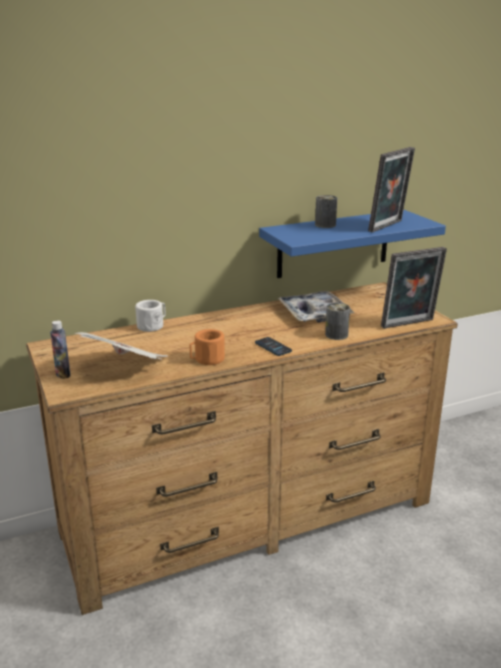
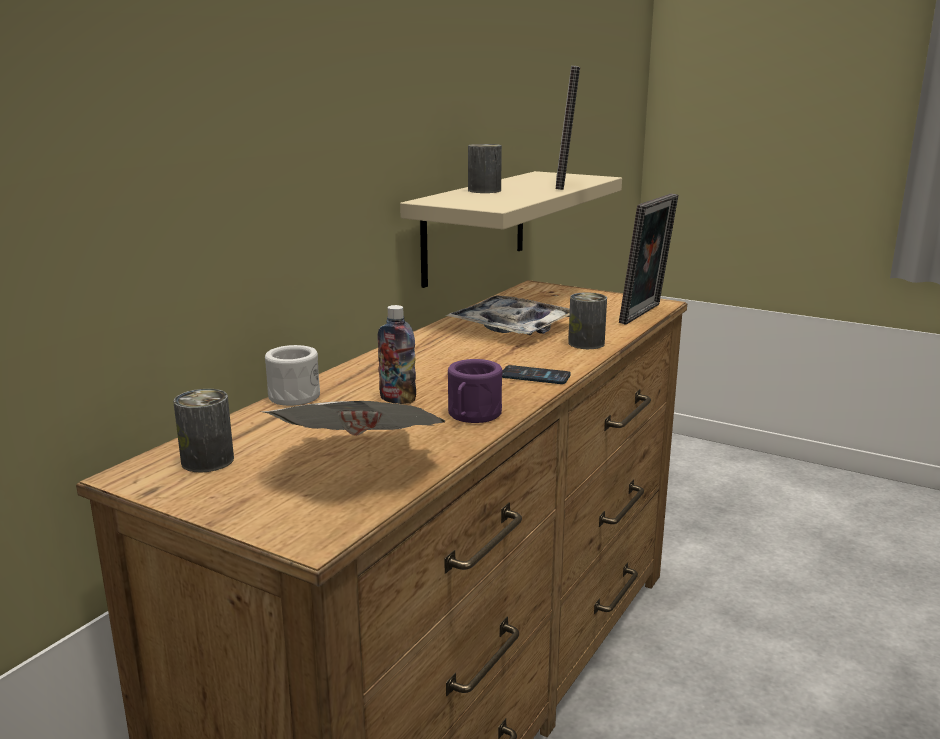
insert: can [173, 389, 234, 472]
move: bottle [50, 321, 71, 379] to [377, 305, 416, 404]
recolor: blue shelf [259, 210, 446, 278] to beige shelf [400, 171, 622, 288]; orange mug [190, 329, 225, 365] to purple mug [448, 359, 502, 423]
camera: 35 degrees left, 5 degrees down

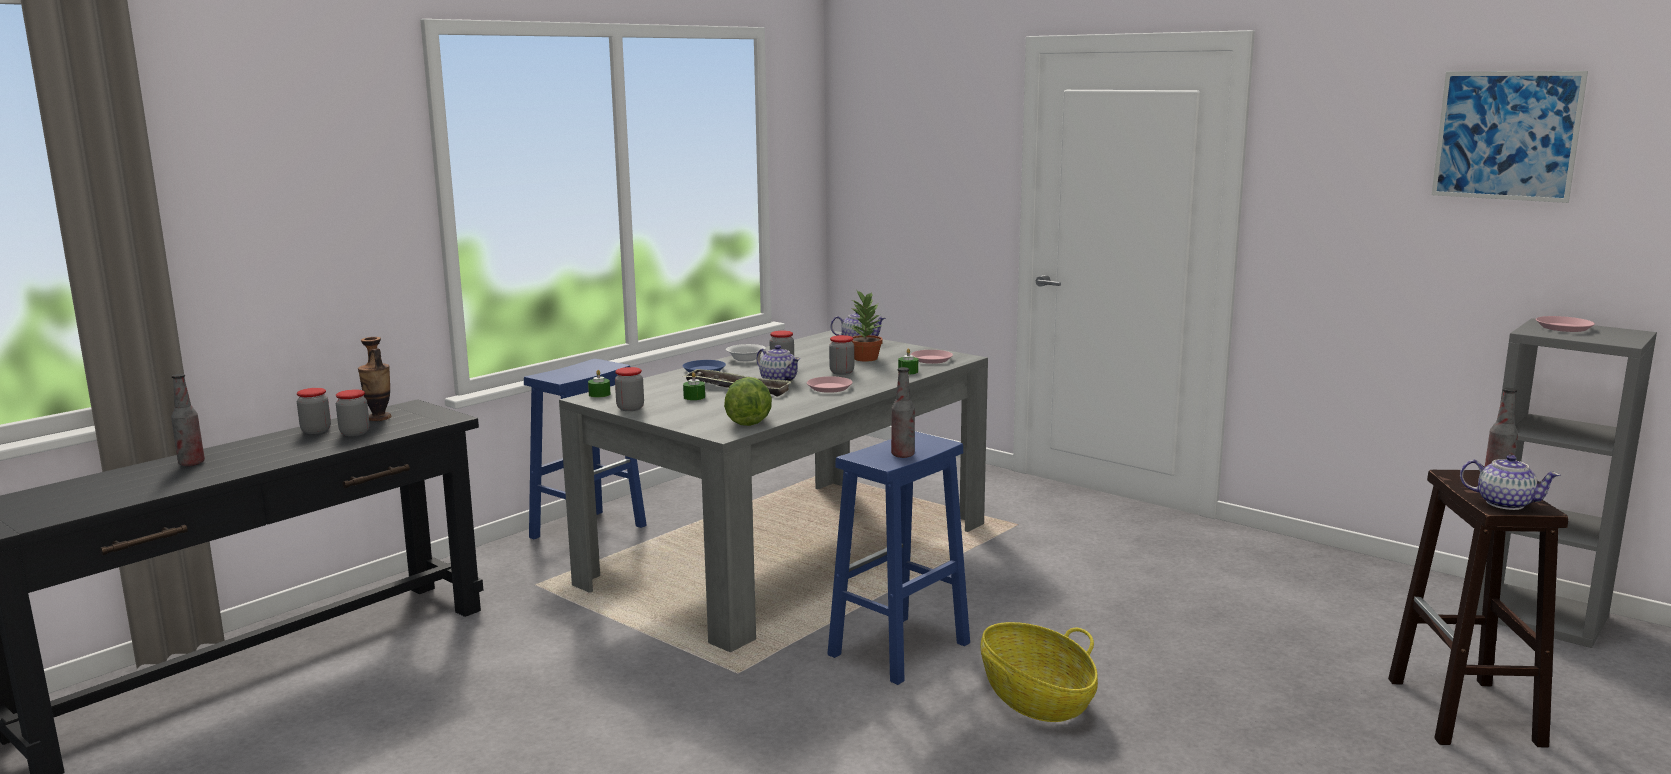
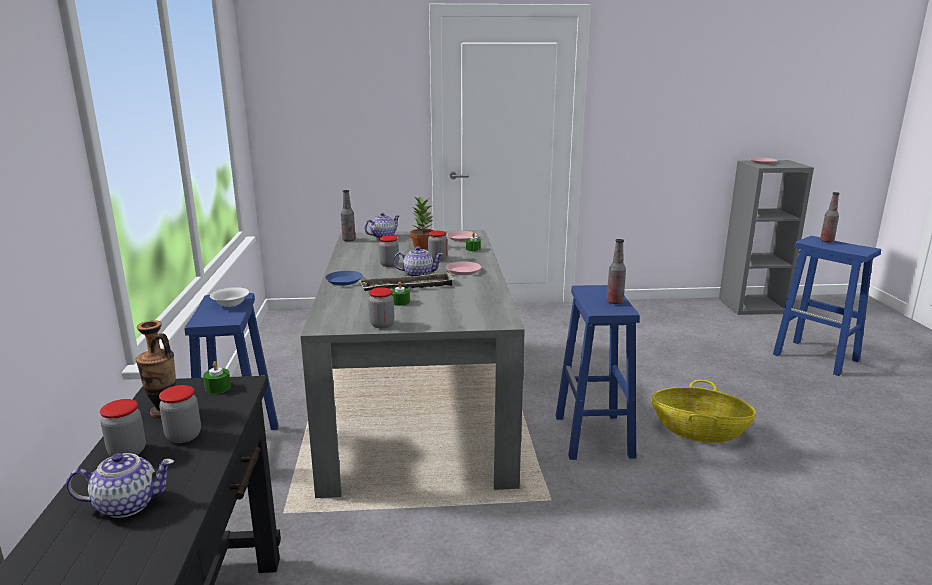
delete: picture [1432, 71, 1588, 203]; lettuce [724, 377, 772, 426]
move: white bowl [726, 344, 766, 362] to [210, 287, 249, 307]; green candle [588, 370, 611, 398] to [203, 361, 231, 394]; bottle [171, 374, 205, 466] to [341, 190, 355, 242]; teapot [1460, 455, 1561, 510] to [66, 453, 174, 518]
recolor: brown stool [1388, 470, 1568, 748] to blue stool [773, 236, 881, 376]
camera: 45 degrees left, 5 degrees up

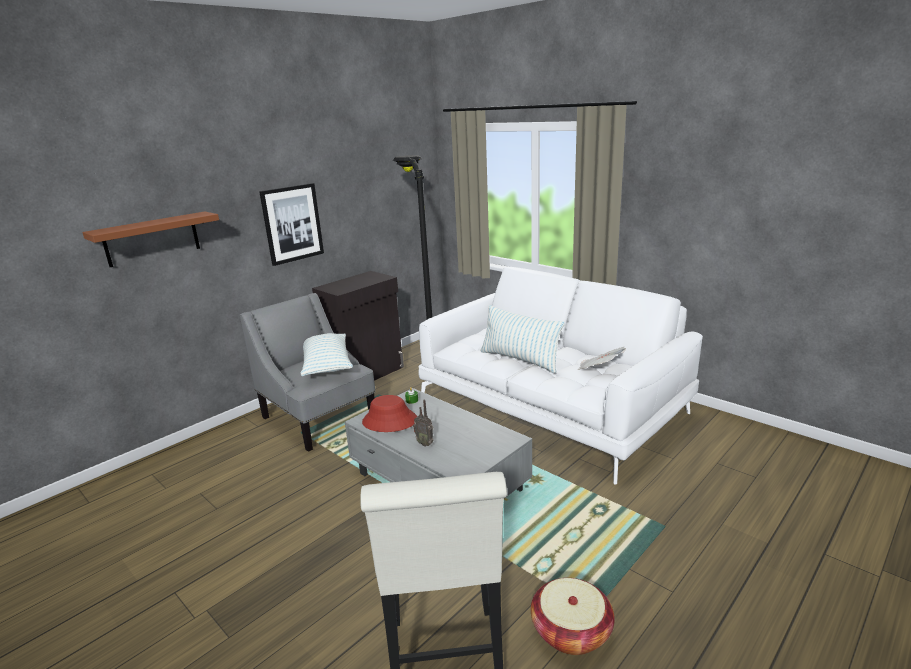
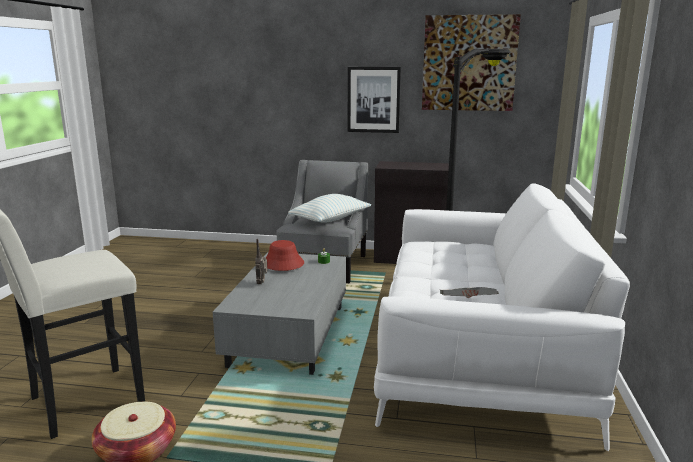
delete: brown shelf [82, 211, 219, 267]; pillow [480, 305, 565, 373]
insert: picture [422, 14, 521, 111]
camera: 55 degrees right, 5 degrees down

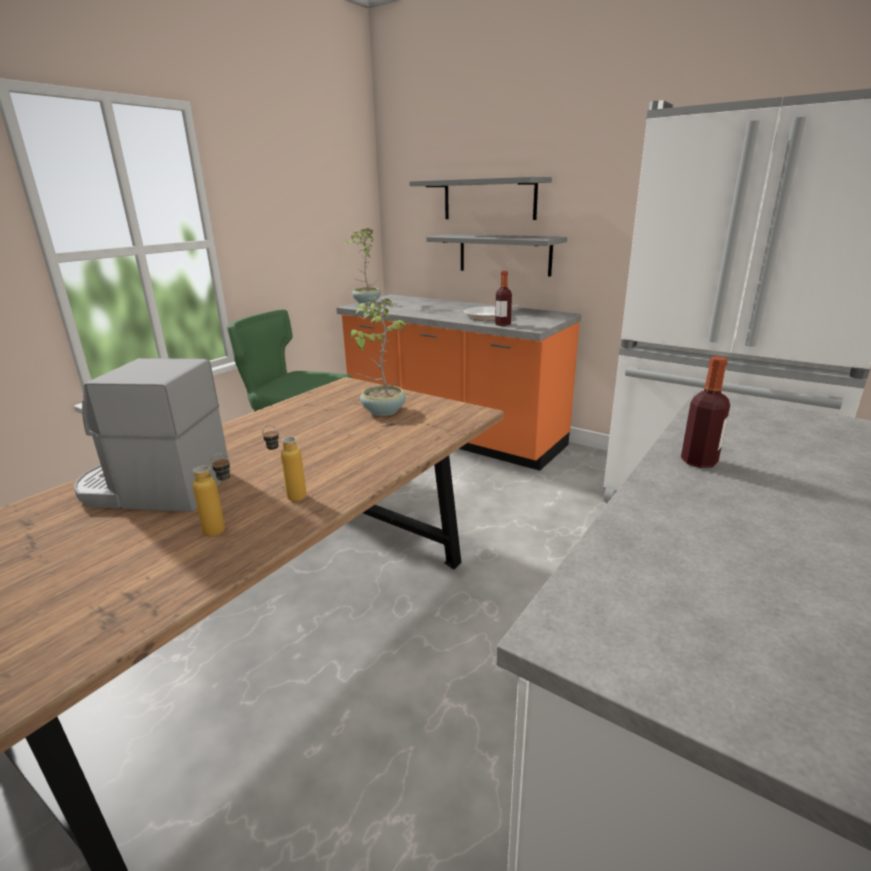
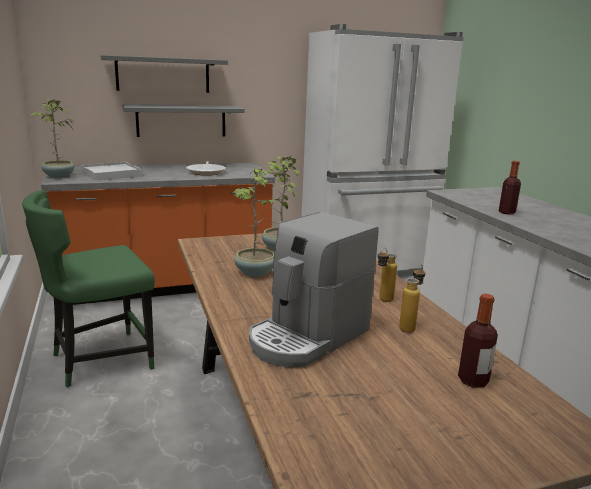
insert: white tray [81, 162, 142, 180]; potted plant [232, 167, 290, 277]
move: bottle [495, 271, 512, 326] to [458, 294, 498, 388]
camera: 55 degrees left, 5 degrees down

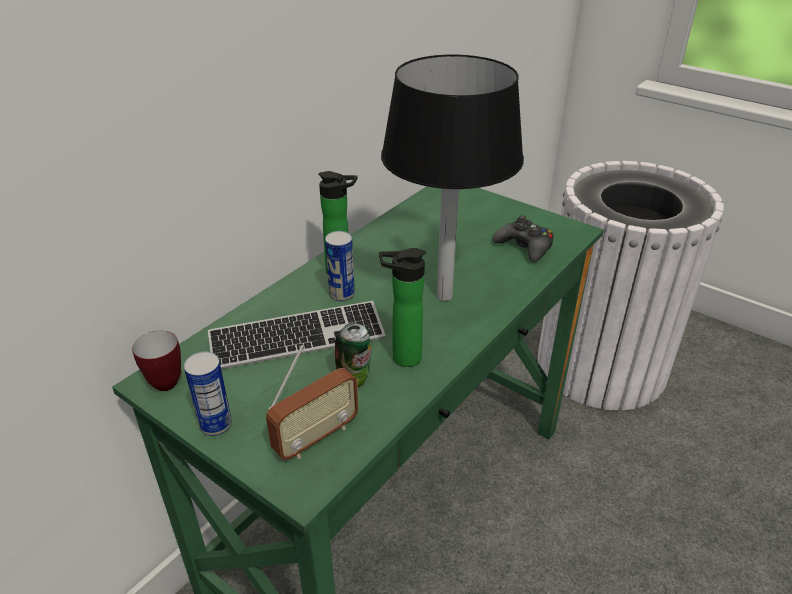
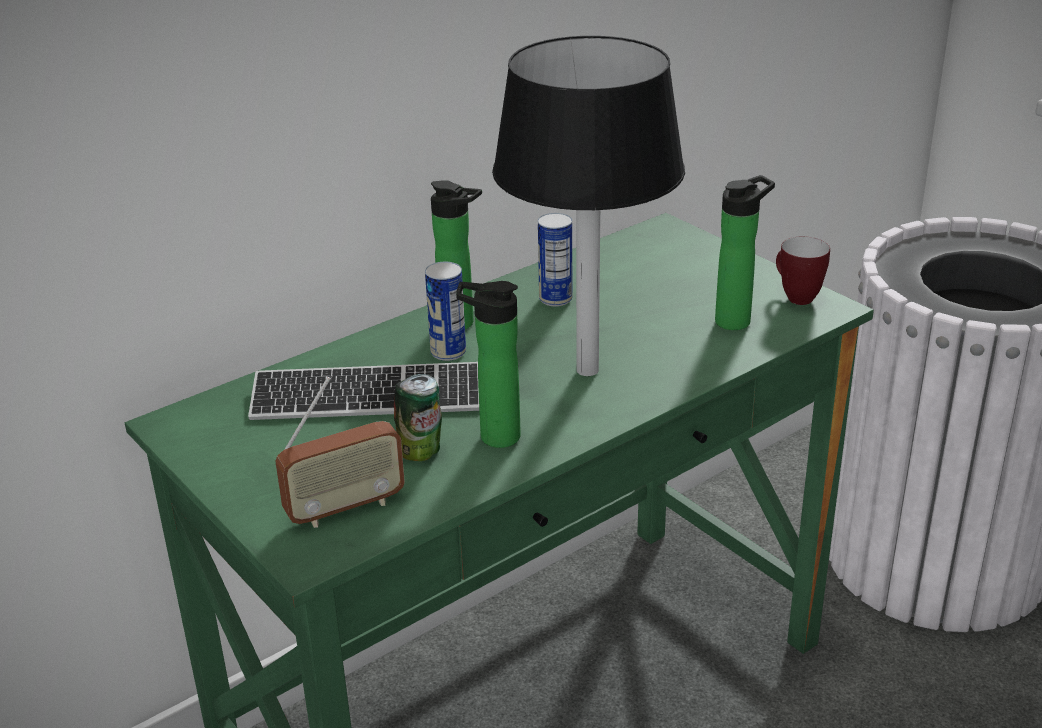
move: mug [132, 331, 181, 391] to [776, 237, 830, 305]; can [184, 352, 232, 436] to [538, 213, 572, 306]
replace: black game controller [492, 215, 553, 262] to bottle [715, 175, 775, 330]
camera: 15 degrees right, 5 degrees down

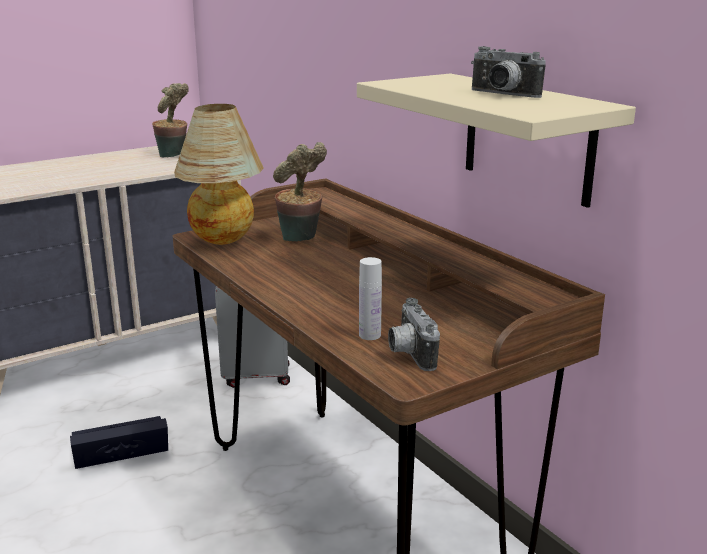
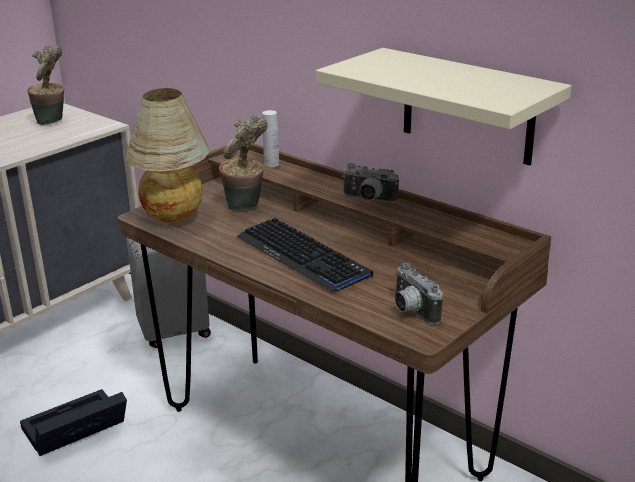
insert: keyboard [237, 218, 373, 292]
move: photo camera [471, 46, 546, 98] to [342, 163, 399, 203]; white bottle [359, 257, 382, 340] to [262, 110, 279, 167]
camera: 15 degrees left, 5 degrees up

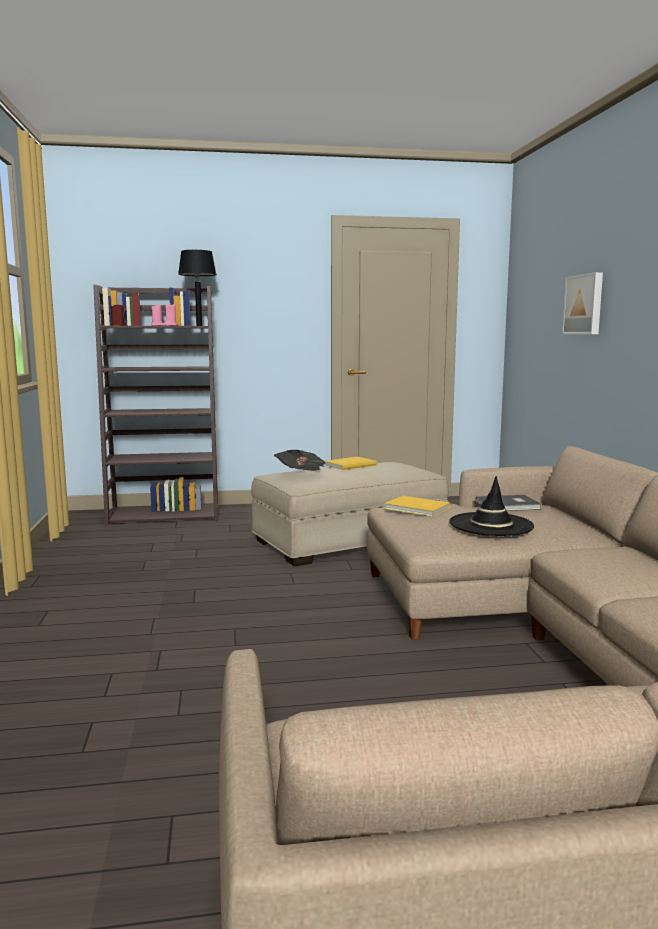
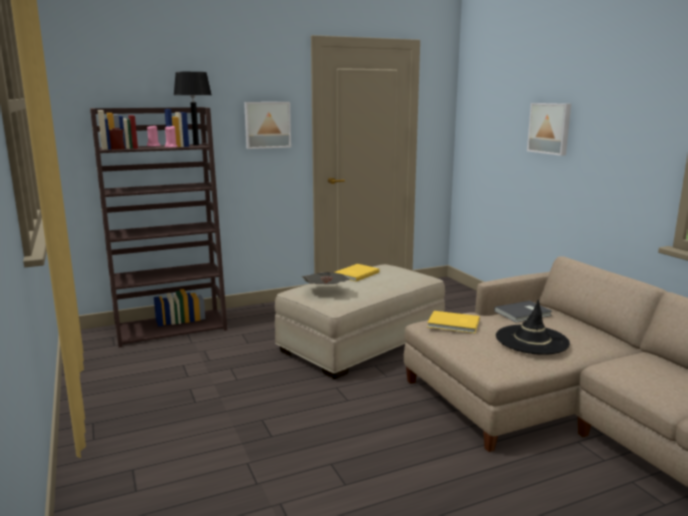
insert: picture [244, 102, 291, 149]
camera: 15 degrees left, 5 degrees up

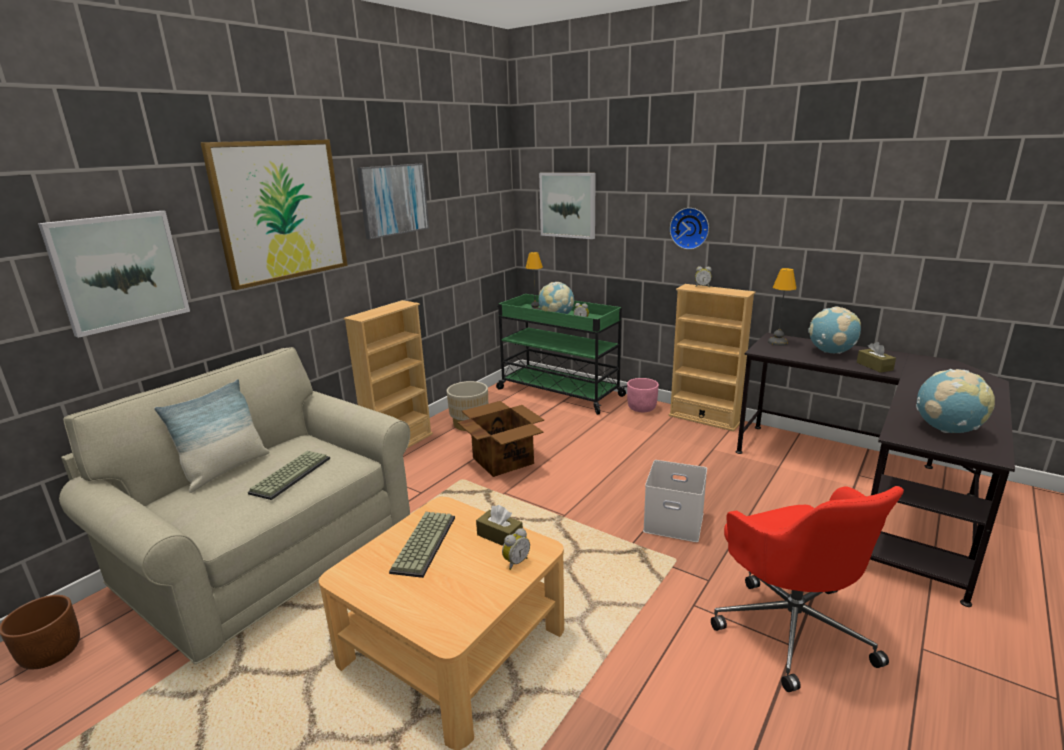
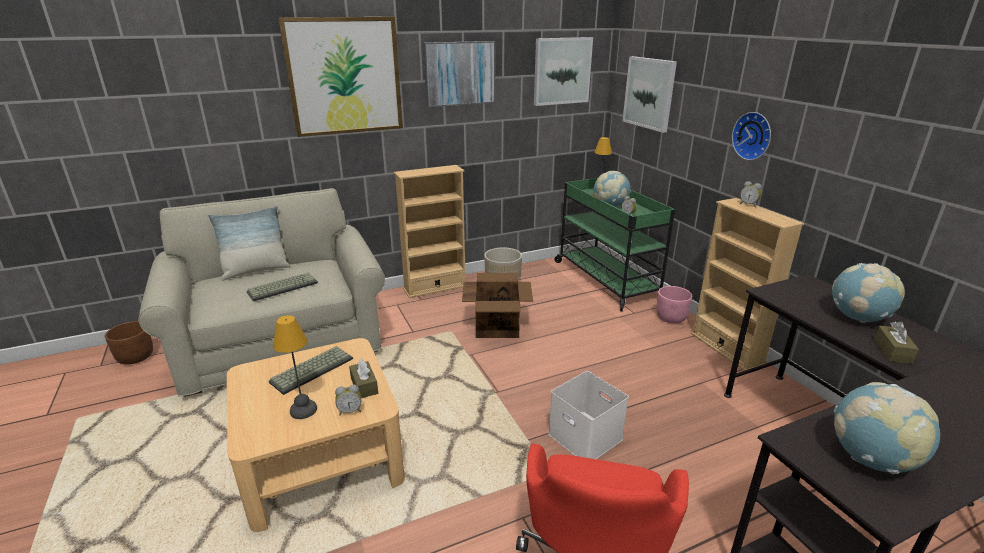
move: picture [38, 211, 190, 338] to [534, 37, 593, 106]; table lamp [768, 268, 797, 346] to [273, 315, 317, 419]
camera: 30 degrees right, 5 degrees up

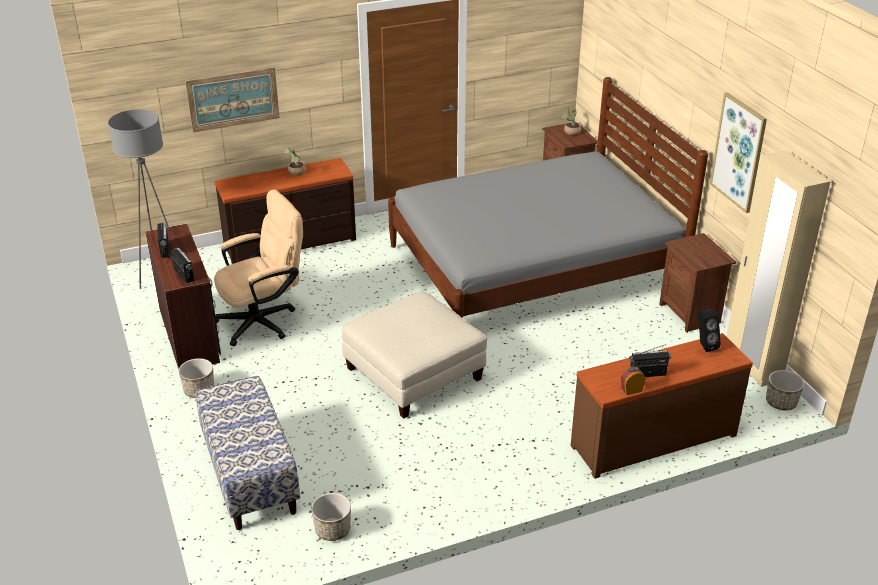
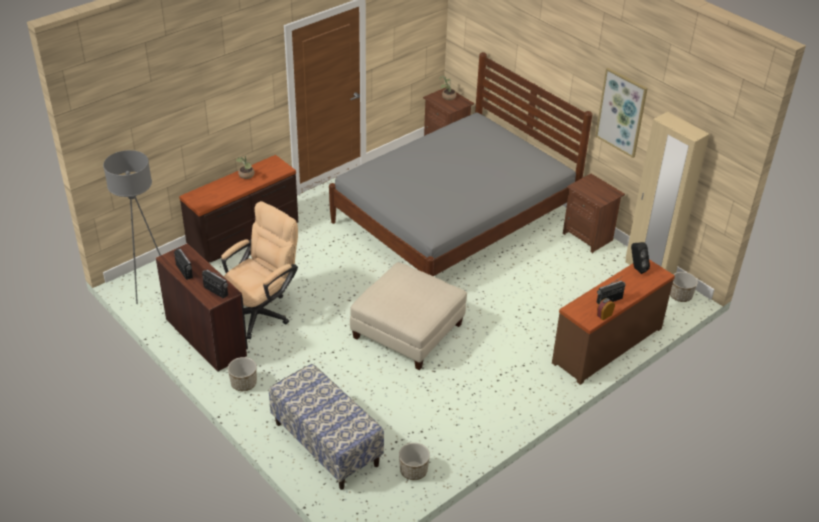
delete: picture [185, 67, 280, 132]
camera: 20 degrees left, 5 degrees up

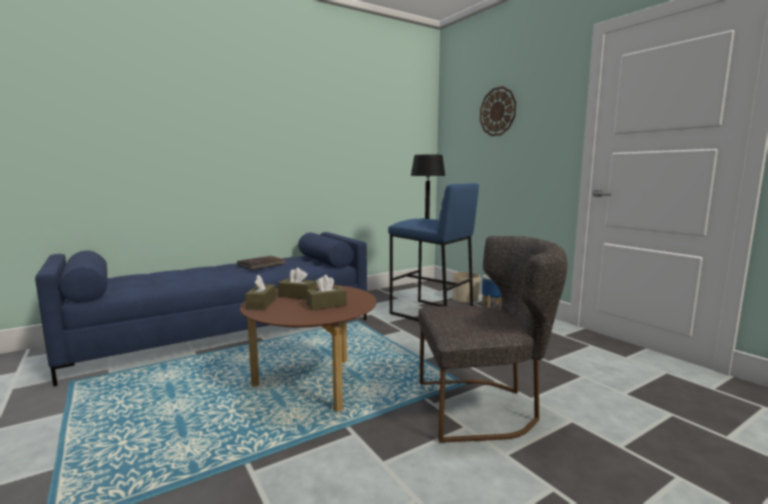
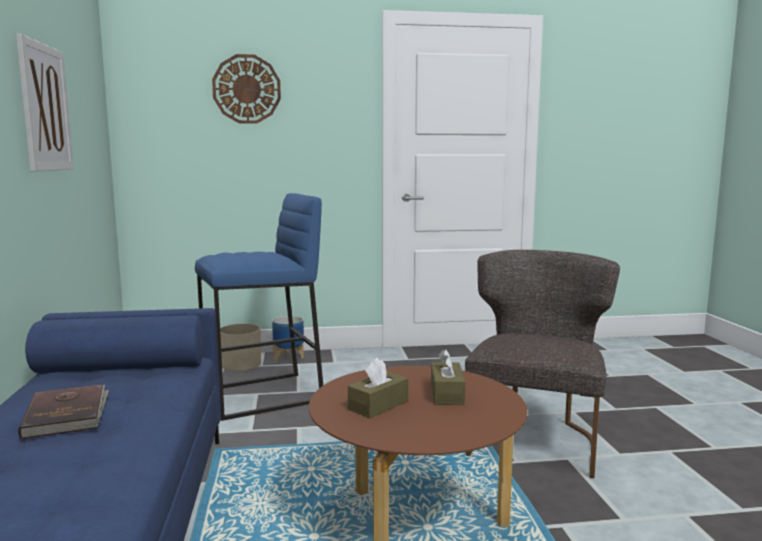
delete: black table lamp [411, 154, 446, 219]; brown tissue box [245, 274, 276, 310]
insert: picture [16, 34, 74, 171]
camera: 65 degrees left, 0 degrees up

